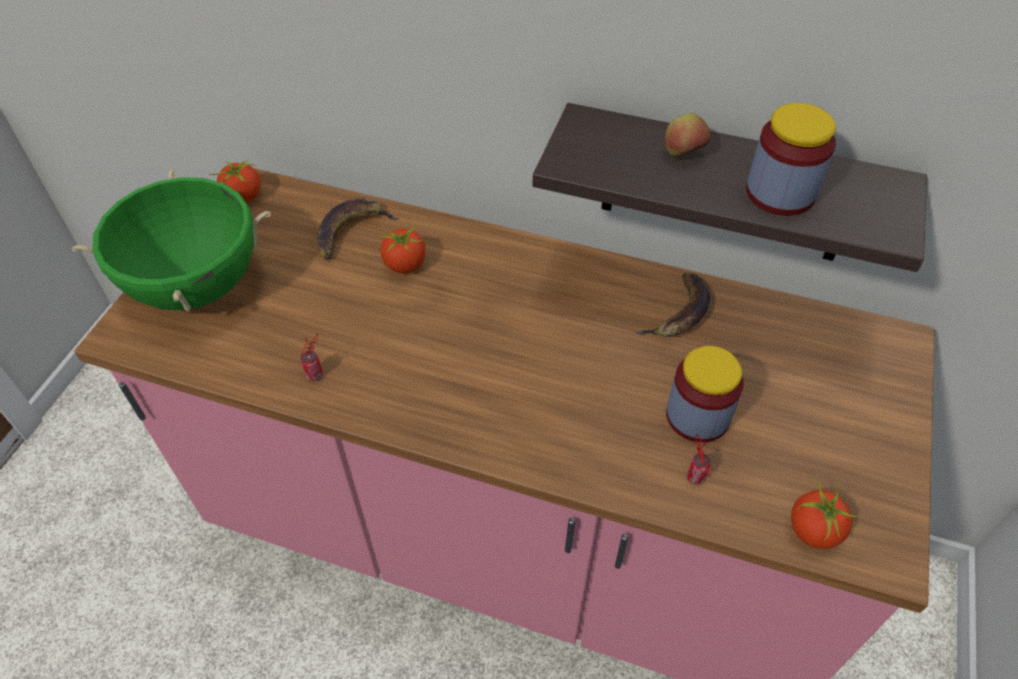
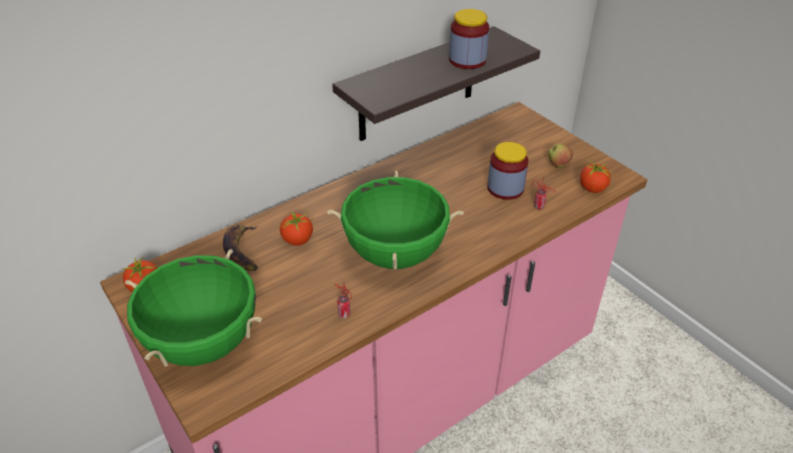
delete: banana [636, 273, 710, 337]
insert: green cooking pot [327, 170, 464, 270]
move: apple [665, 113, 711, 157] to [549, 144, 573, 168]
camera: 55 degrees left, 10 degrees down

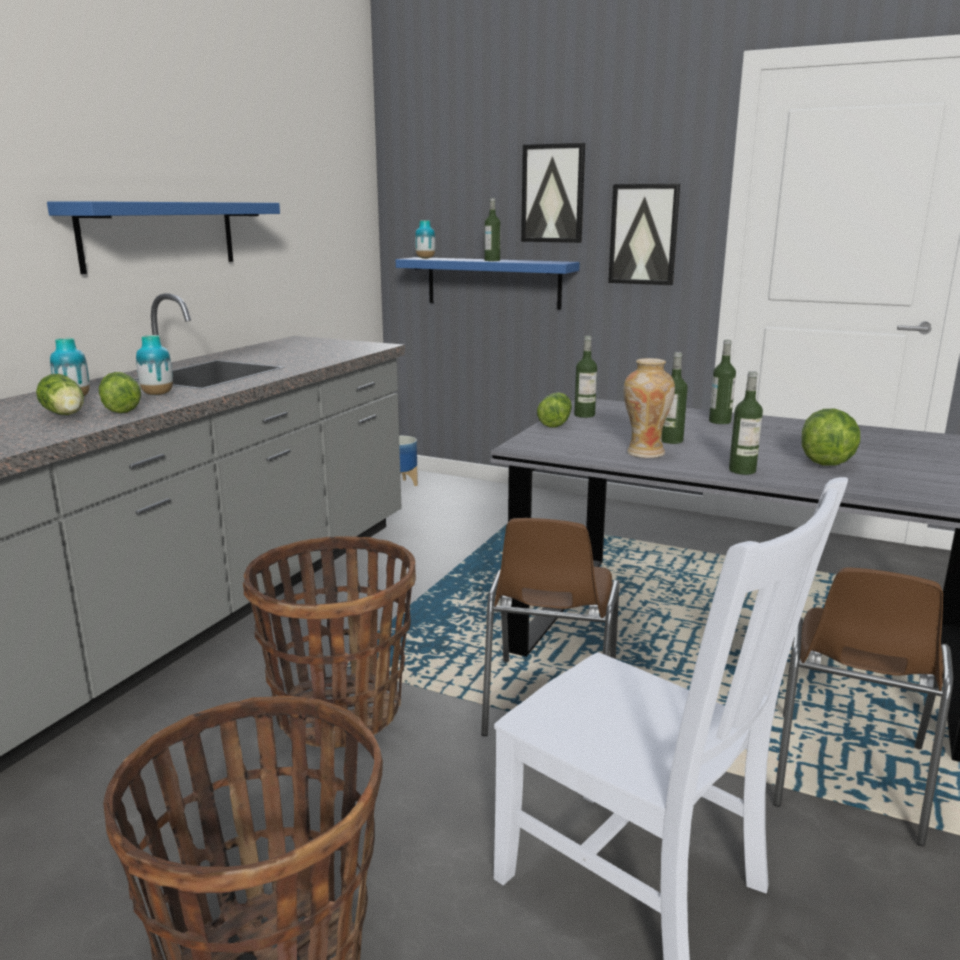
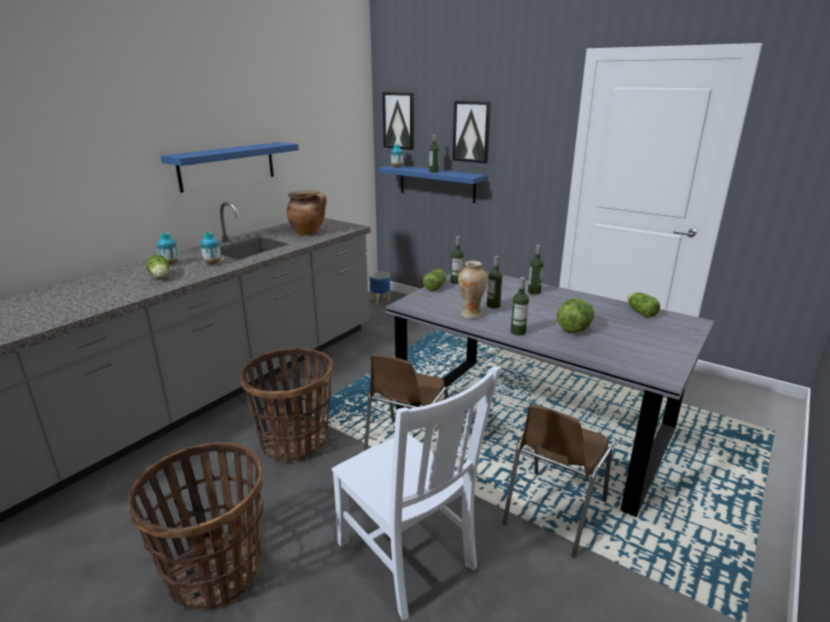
insert: cooking pot [286, 190, 327, 235]
move: picture [608, 184, 680, 285] to [382, 92, 414, 150]; lettuce [99, 372, 141, 413] to [627, 292, 660, 318]
camera: 10 degrees right, 5 degrees up

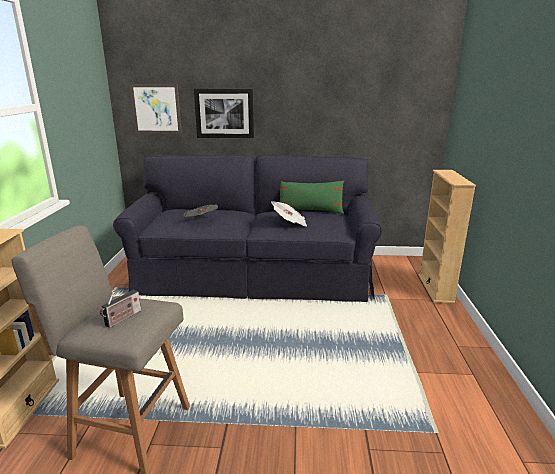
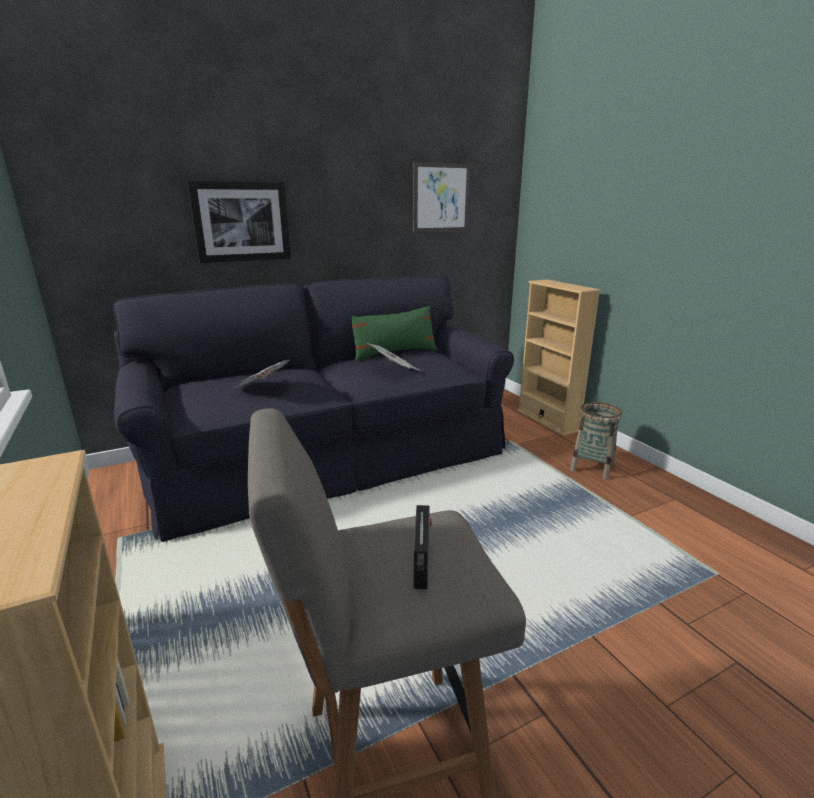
insert: basket [570, 402, 622, 479]
move: picture [130, 84, 182, 134] to [413, 162, 470, 232]
camera: 30 degrees left, 0 degrees up

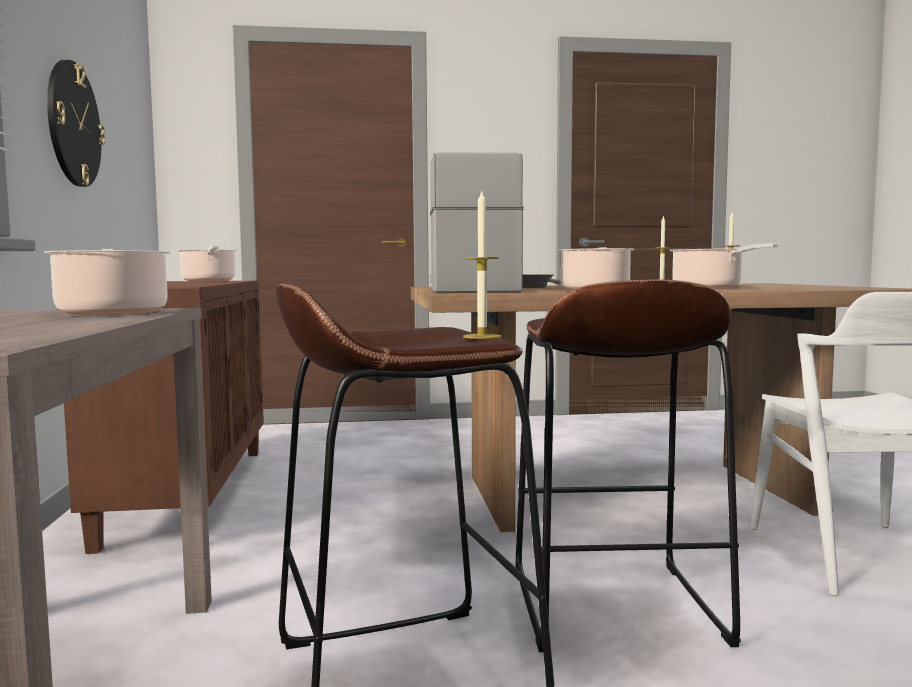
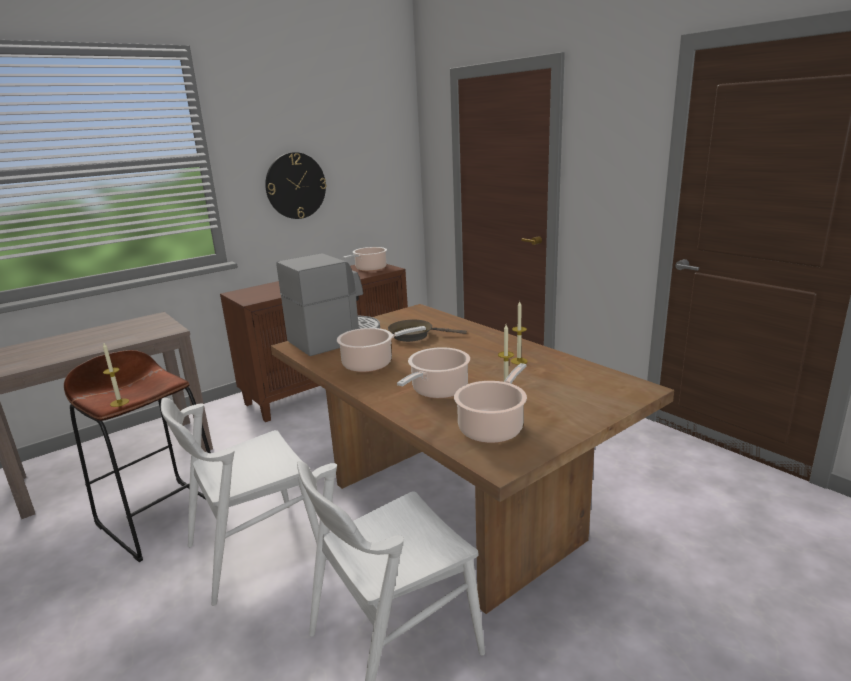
move: cooking pot [44, 249, 171, 316] to [454, 363, 527, 443]
replace: brown stool [515, 279, 741, 652] to white chair [161, 398, 319, 606]
camera: 60 degrees right, 15 degrees up

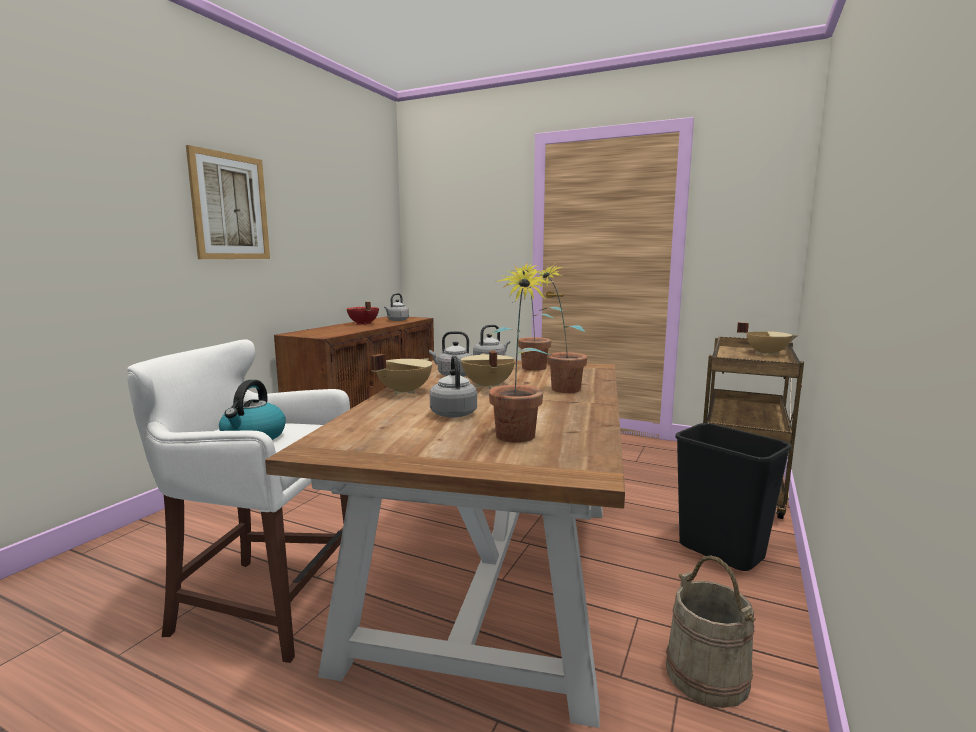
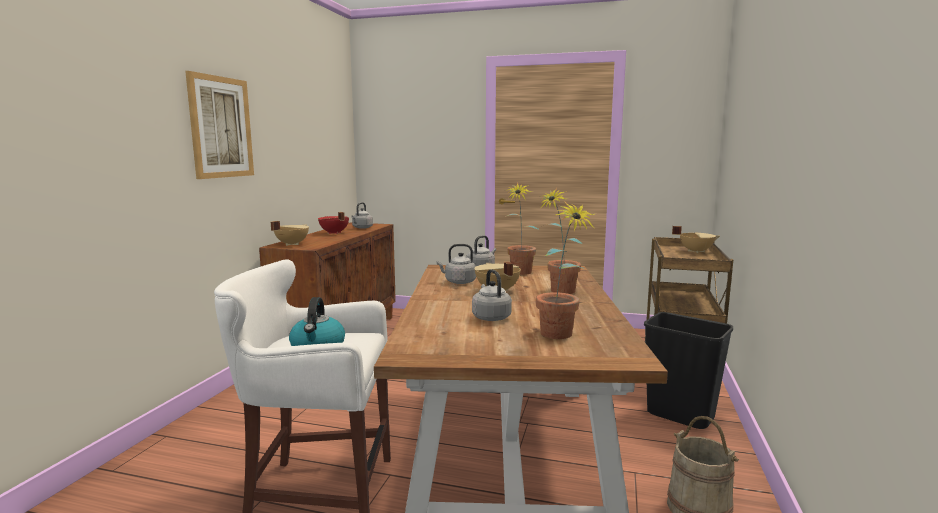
move: beige cooking pot [370, 354, 432, 395] to [271, 221, 309, 246]
camera: 10 degrees left, 0 degrees up

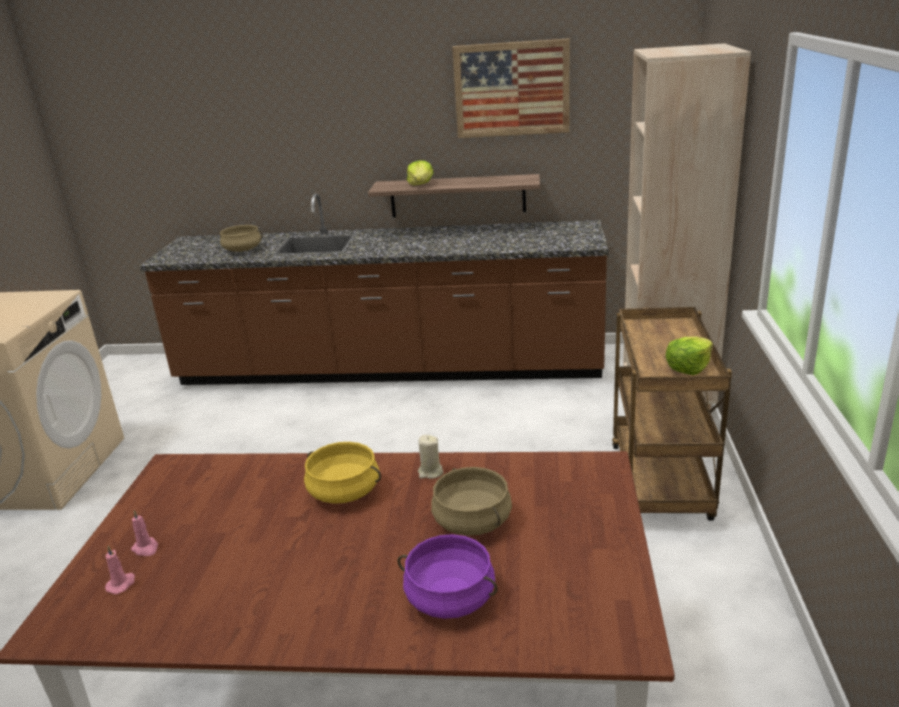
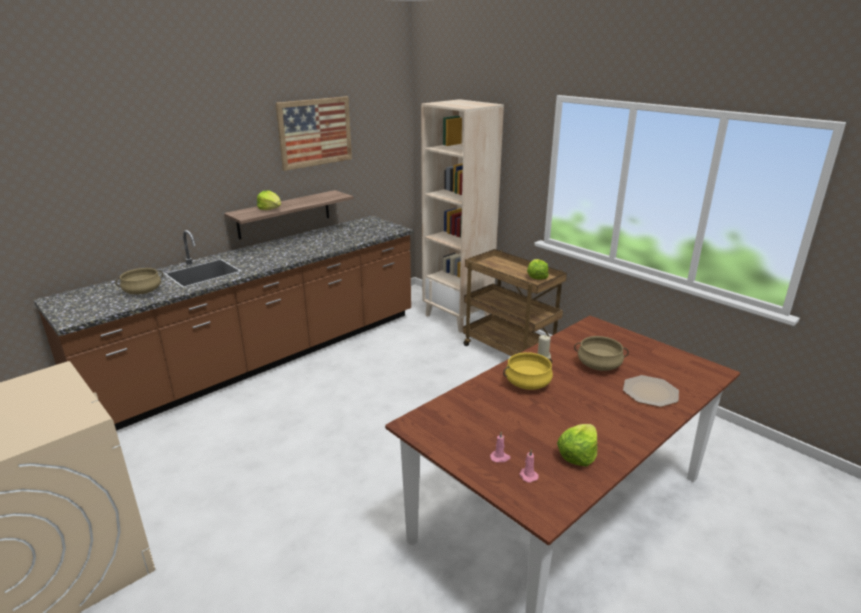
insert: lettuce [557, 424, 598, 466]
replace: purple cooking pot [398, 534, 498, 619] to plate [623, 375, 679, 407]
camera: 50 degrees left, 0 degrees up

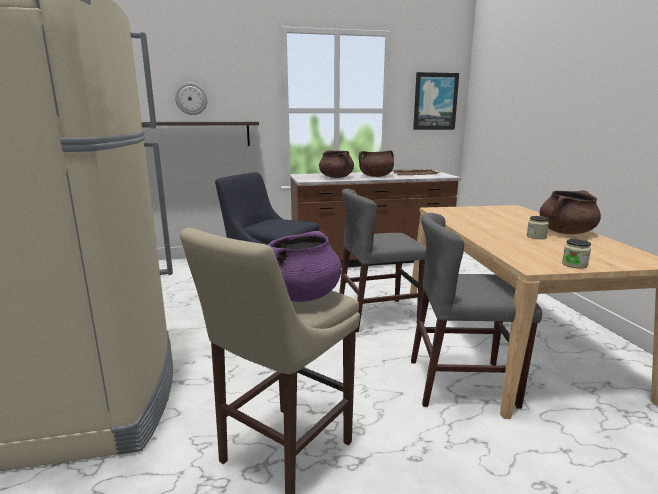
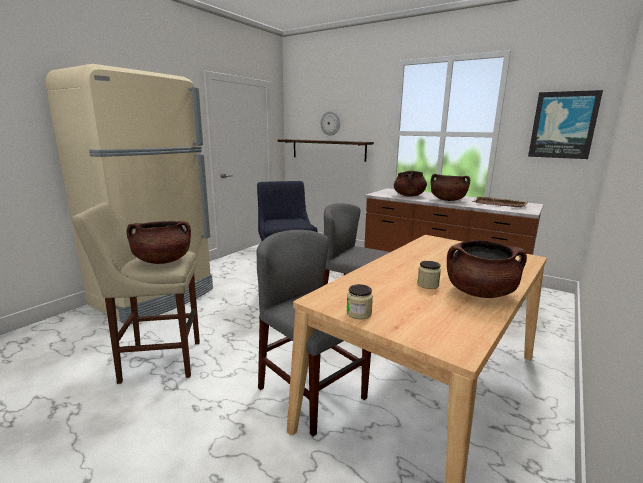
recolor: purple cooking pot [268, 231, 342, 302] to brown cooking pot [127, 221, 191, 264]
camera: 45 degrees right, 0 degrees up

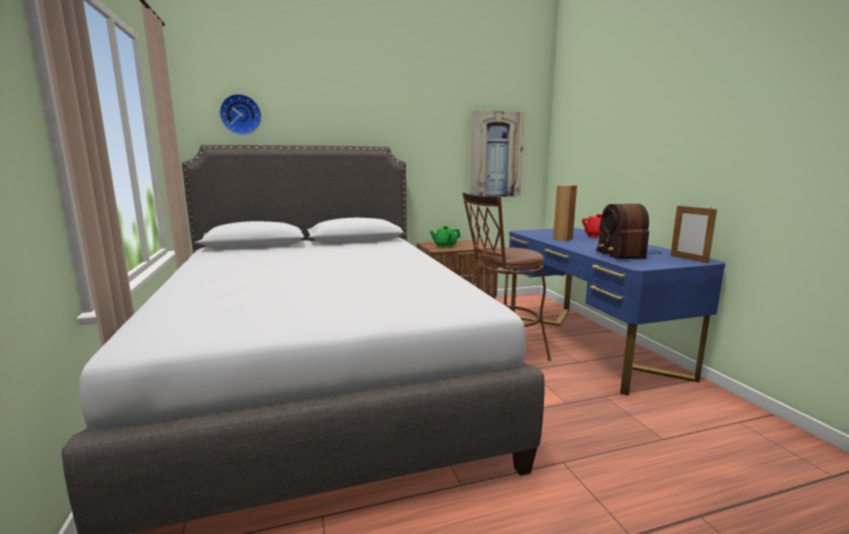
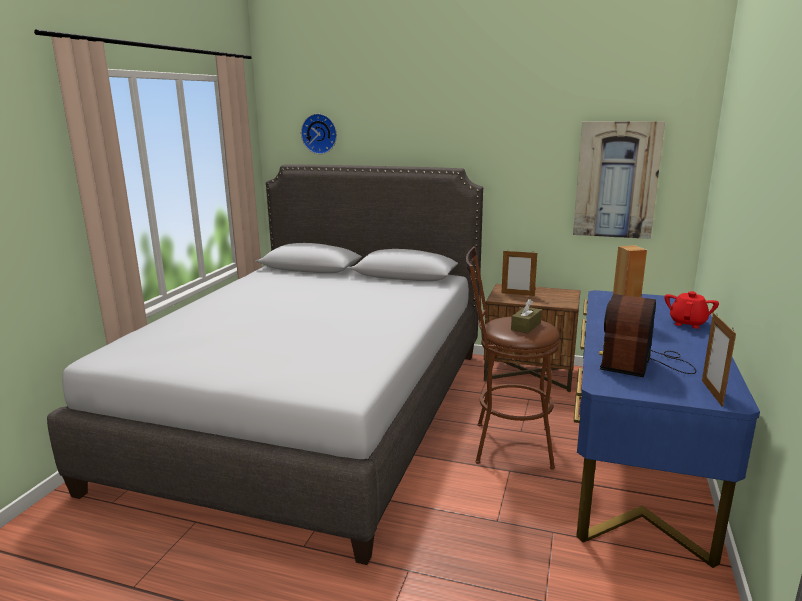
insert: brown tissue box [511, 299, 542, 333]
replace: green teapot [430, 226, 461, 248] to picture frame [502, 250, 537, 296]
camera: 35 degrees right, 5 degrees up

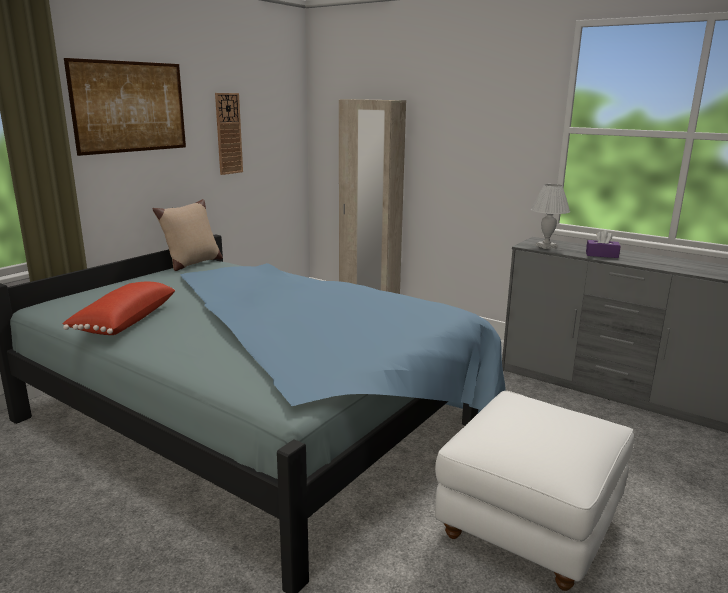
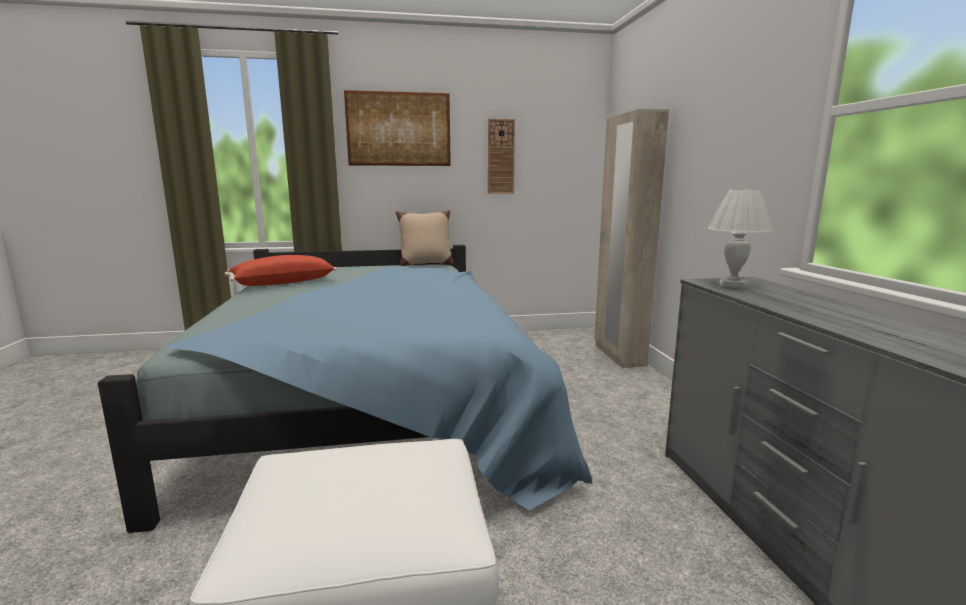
delete: purple tissue box [586, 230, 621, 258]
camera: 45 degrees right, 5 degrees down

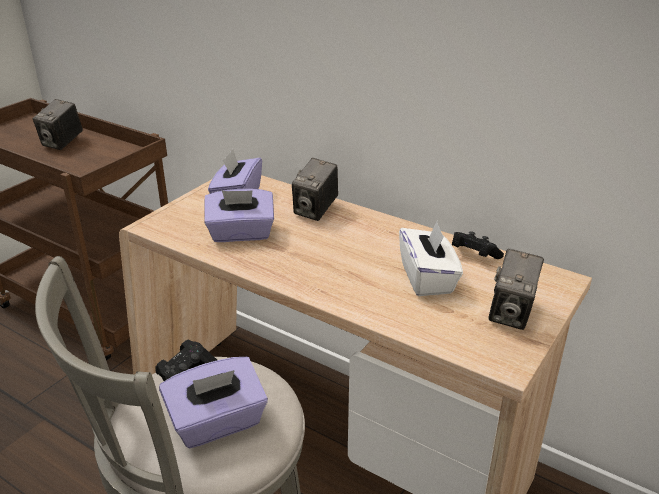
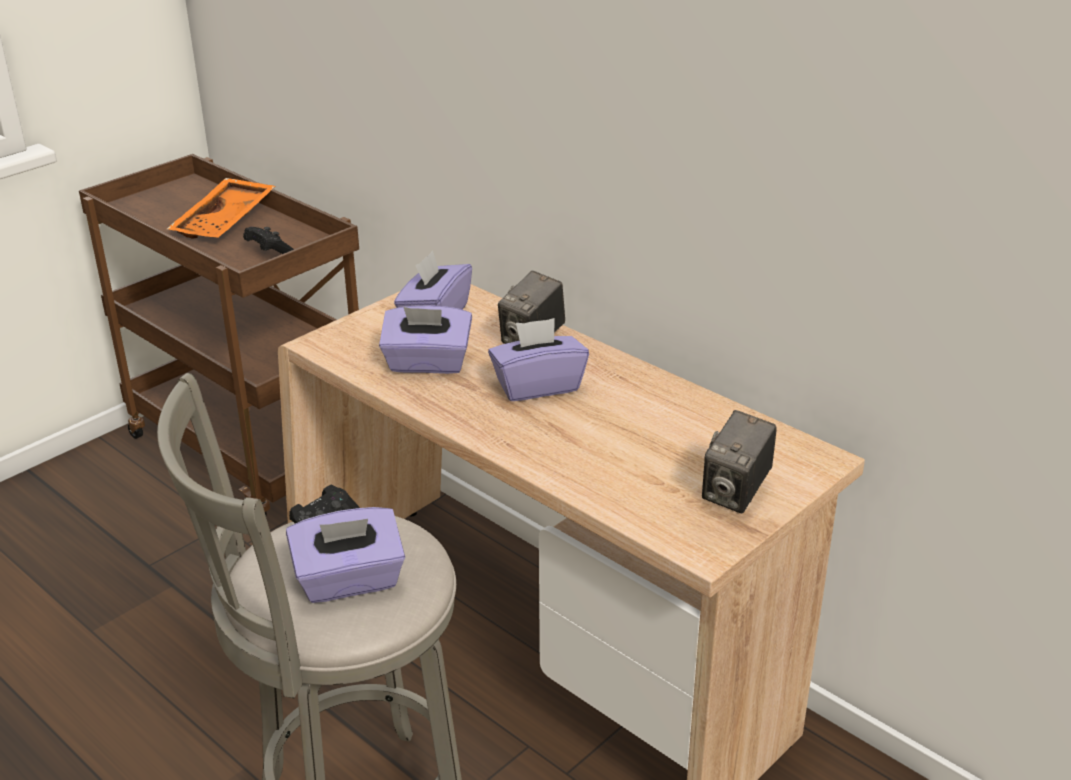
delete: white tissue box [399, 221, 463, 296]
insert: purple tissue box [488, 318, 589, 401]
move: black game controller [452, 231, 504, 259] to [243, 227, 294, 254]
replace: photo camera [33, 99, 83, 150] to orange tray [167, 178, 275, 238]
camera: 10 degrees right, 0 degrees up

